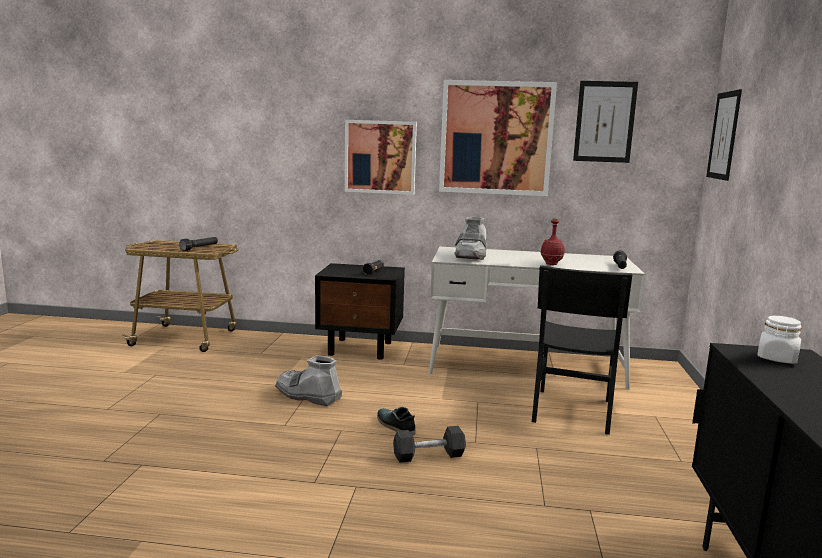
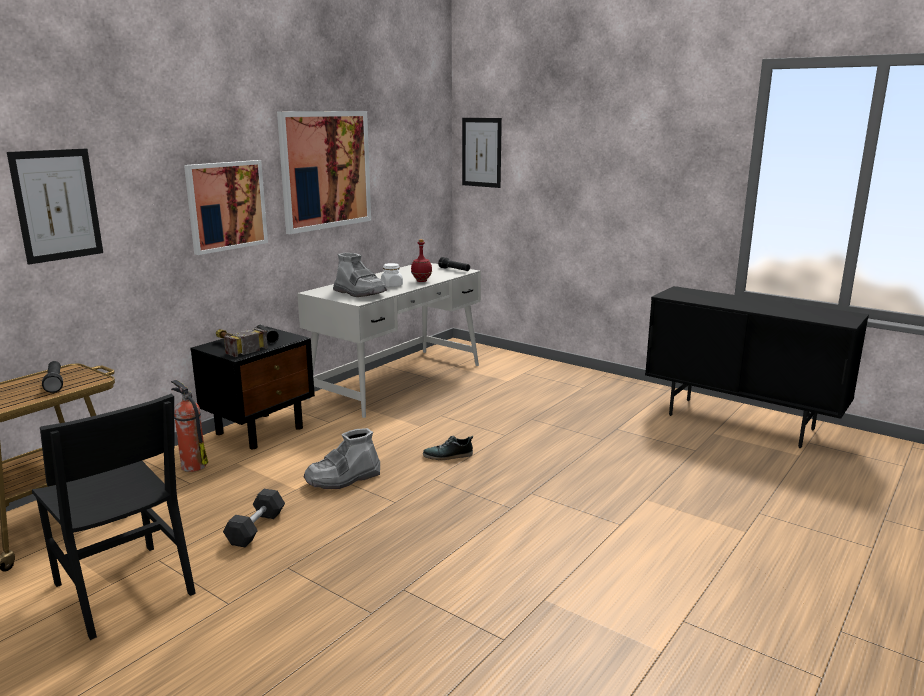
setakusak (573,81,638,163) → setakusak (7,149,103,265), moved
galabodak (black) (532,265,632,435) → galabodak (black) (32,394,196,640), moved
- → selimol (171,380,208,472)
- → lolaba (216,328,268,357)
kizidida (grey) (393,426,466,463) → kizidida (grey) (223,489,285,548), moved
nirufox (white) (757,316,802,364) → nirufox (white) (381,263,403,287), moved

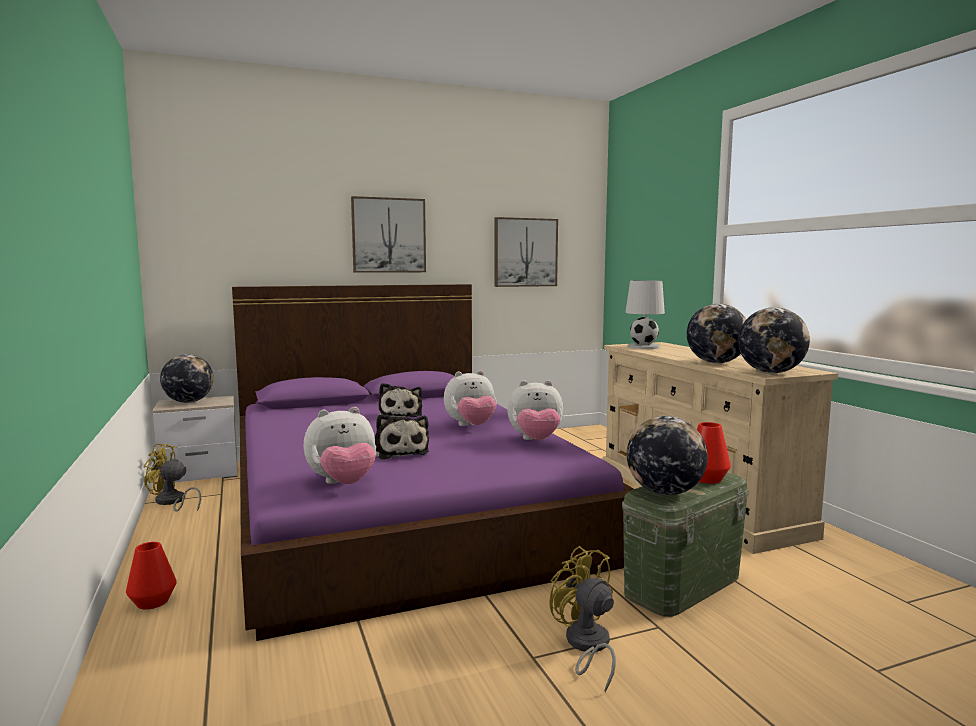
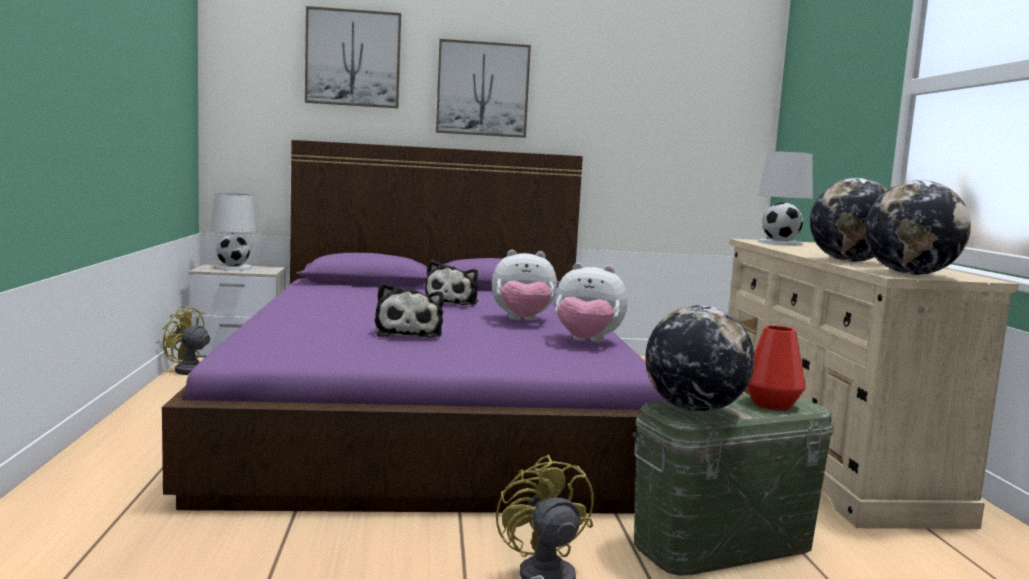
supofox (160,354,214,403) → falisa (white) (211,193,256,271)
setakusak (494,217,558,287) → setakusak (305,6,401,108), moved
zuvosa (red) (126,542,177,610) → -
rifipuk (303,407,376,484) → -

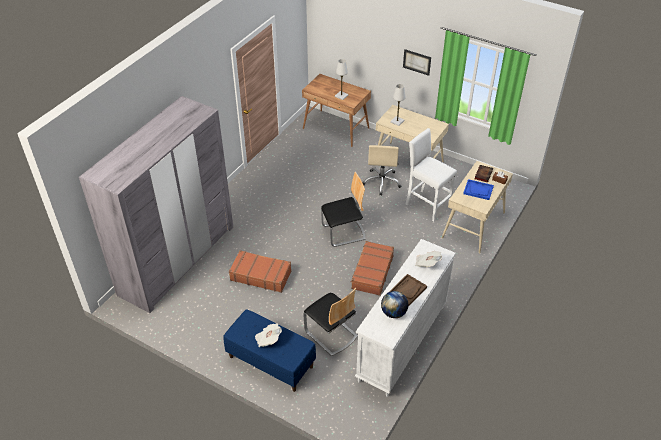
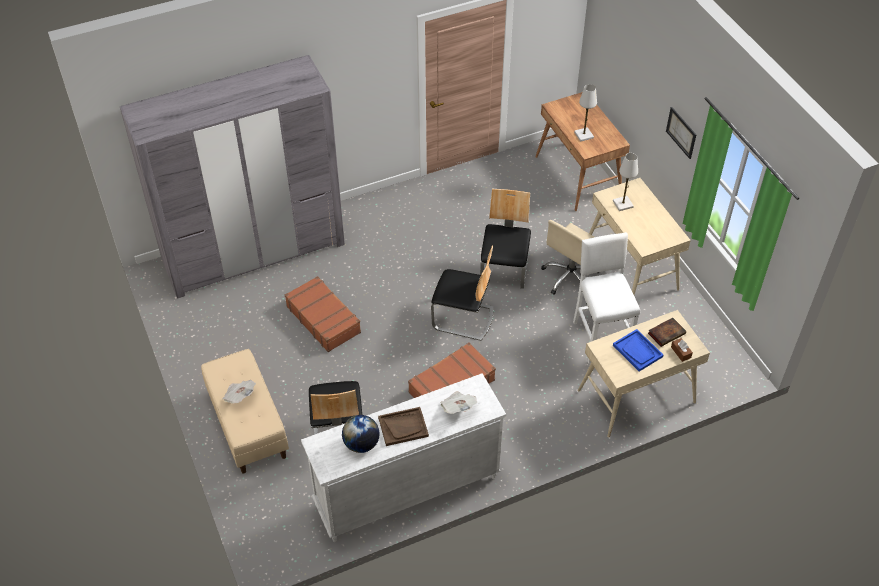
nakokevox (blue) (223,309,316,392) → nakokevox (beige) (201,349,289,474)
- → galabodak (480,189,531,289)

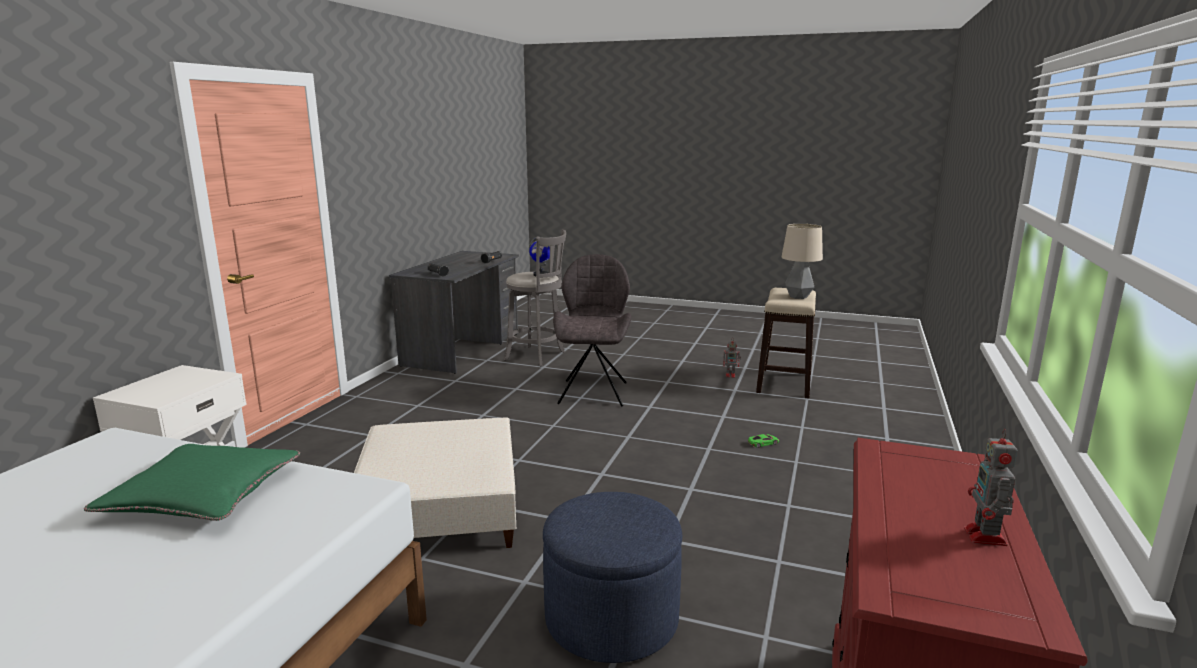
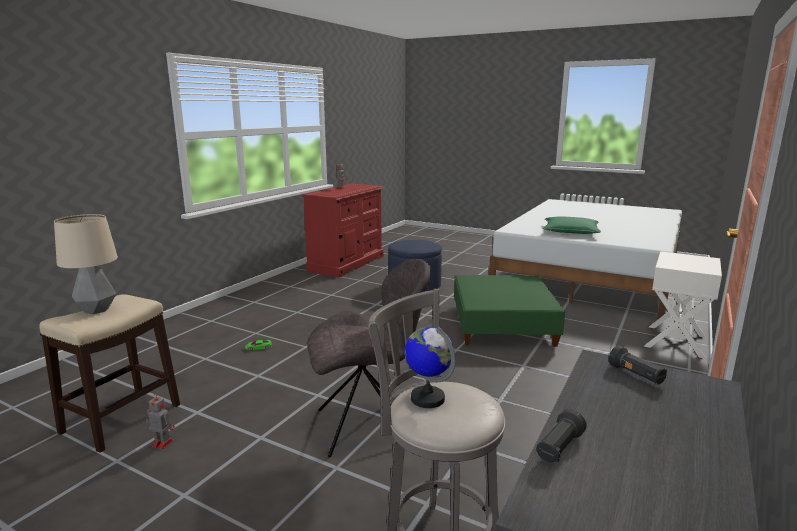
galabodak (grey) (553,254,631,407) → galabodak (grey) (307,258,431,457), 120 degrees counterclockwise
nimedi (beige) (354,418,516,548) → nimedi (green) (454,275,566,347)

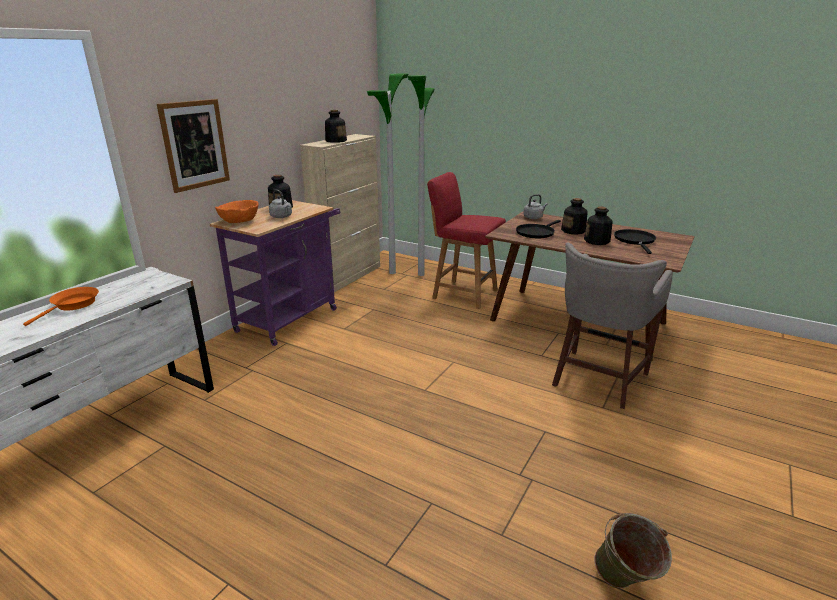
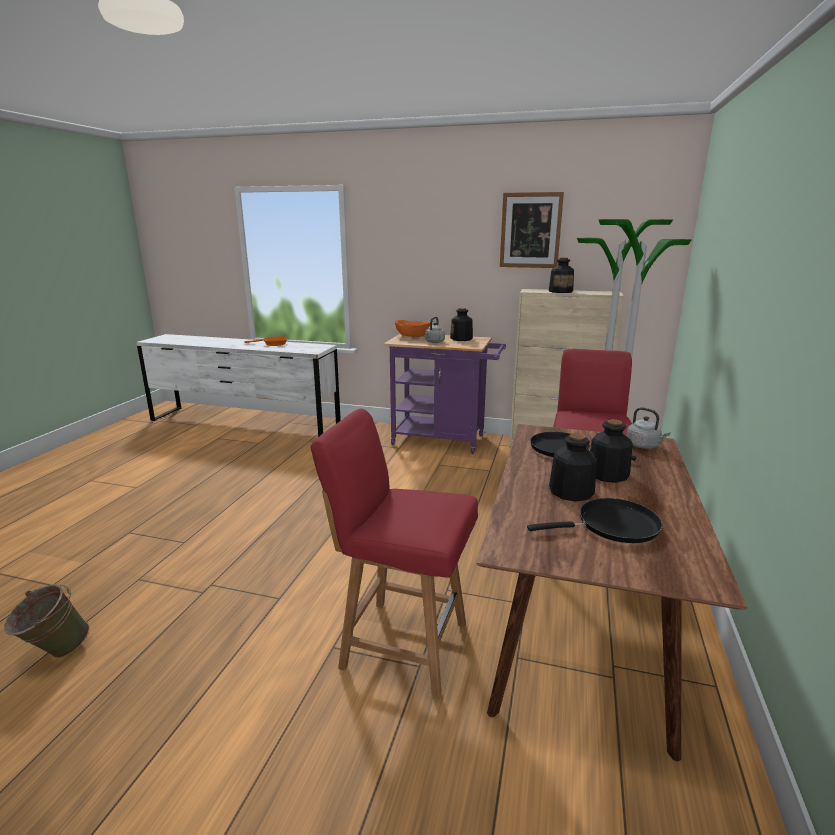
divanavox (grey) (552,242,673,409) → galabodak (red) (311,409,478,697)
setakusak (157,99,230,193) → setakusak (500,192,564,268), moved

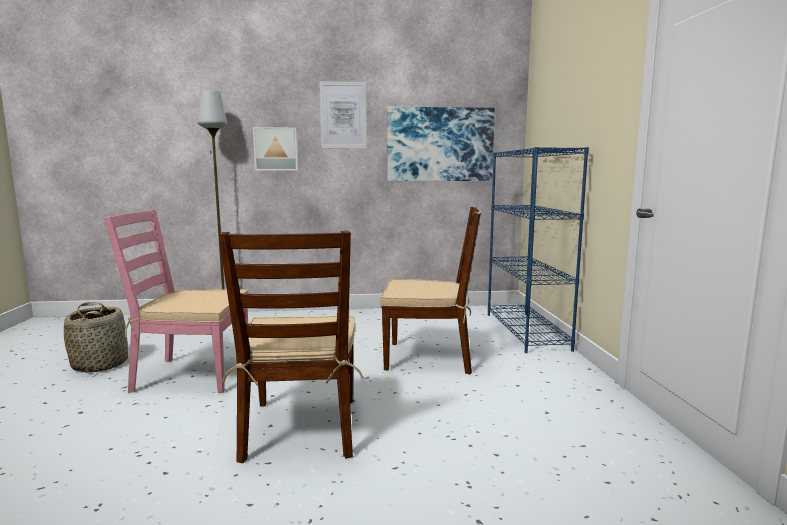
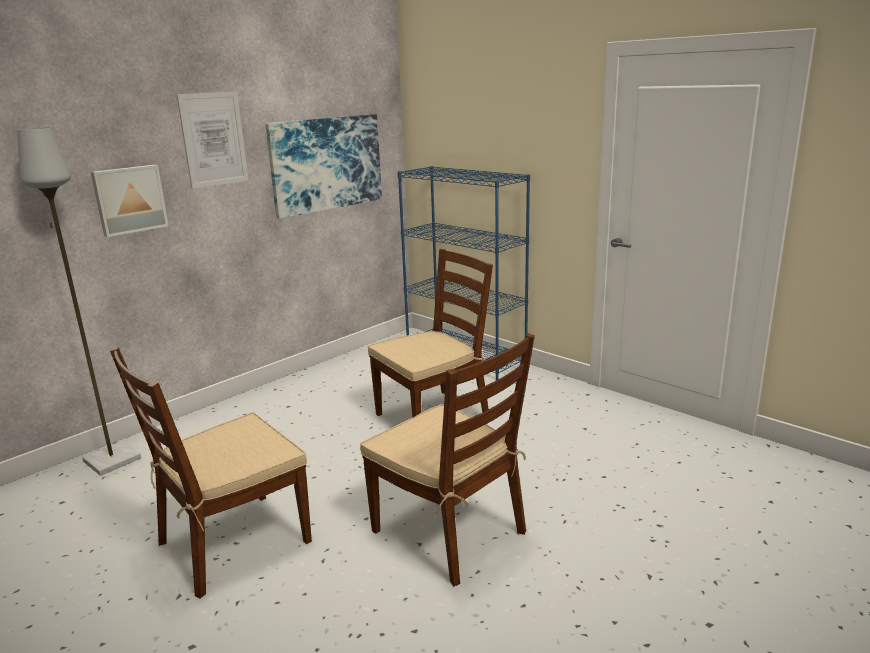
galabodak (pink) (104,210,248,393) → galabodak (brown) (110,347,312,599)
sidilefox (64,302,128,372) → -

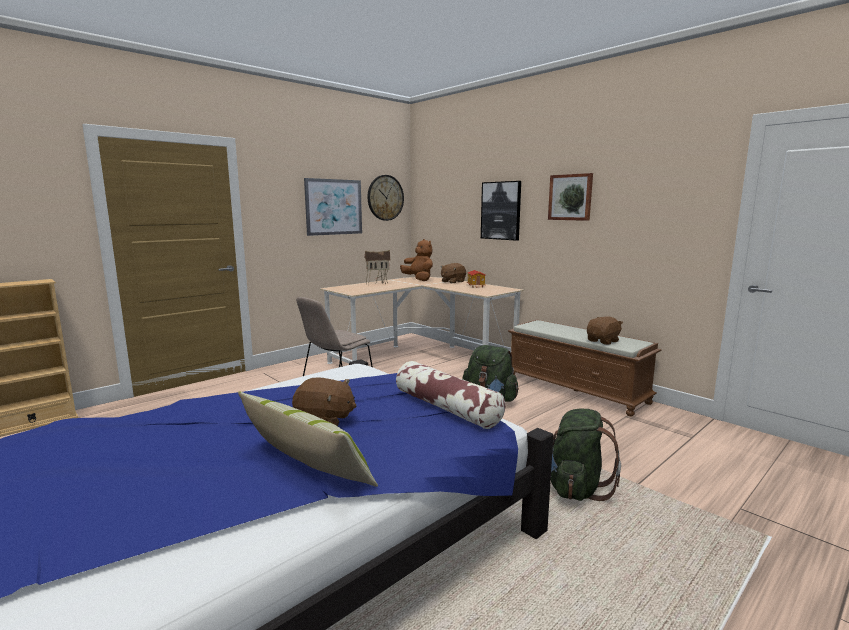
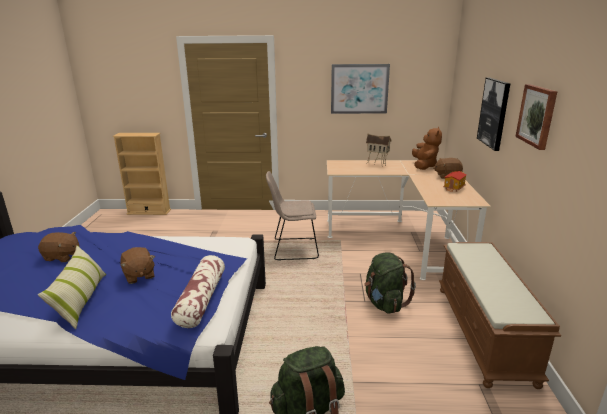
rifipuk (brown) (587,316,623,345) → rifipuk (brown) (38,232,80,262), moved
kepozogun (367,175,404,221) → -

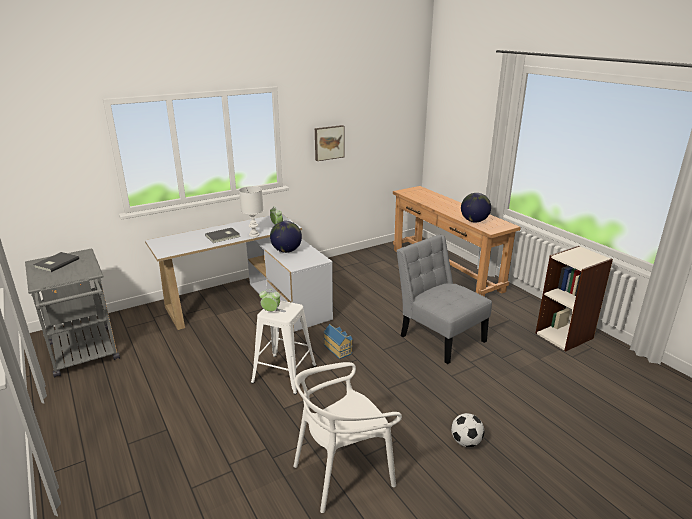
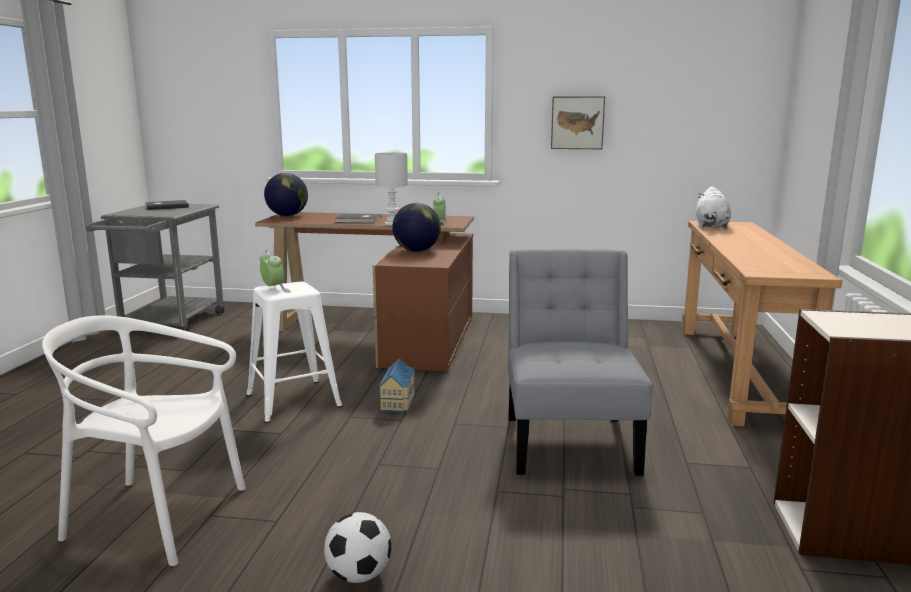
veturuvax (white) (145,214,333,332) → veturuvax (brown) (255,212,474,372)
supofox (461,193,491,222) → supofox (264,173,308,216), moved
- → rifipuk (white) (696,186,731,228)

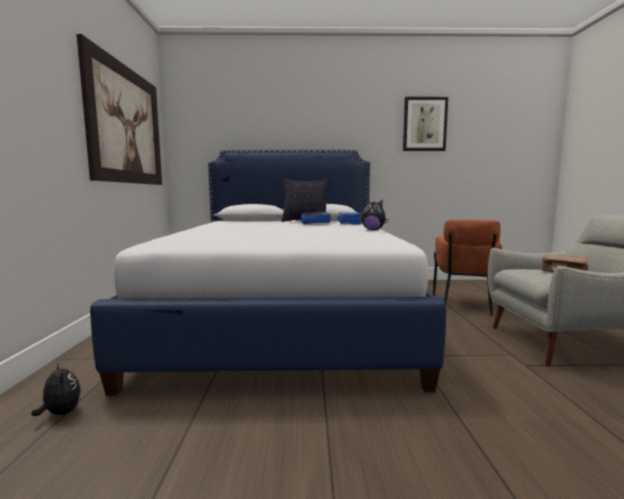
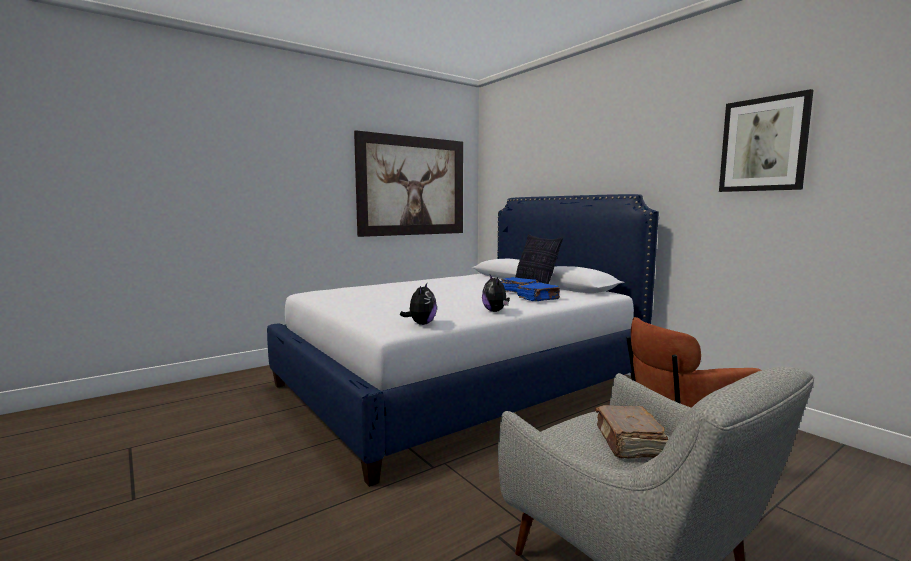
rifipuk (31,362,81,416) → rifipuk (400,283,437,325), moved

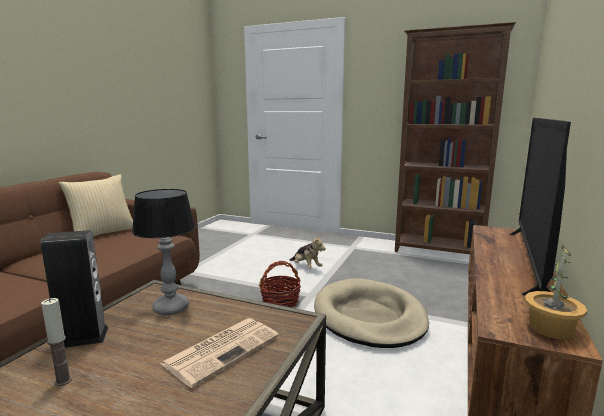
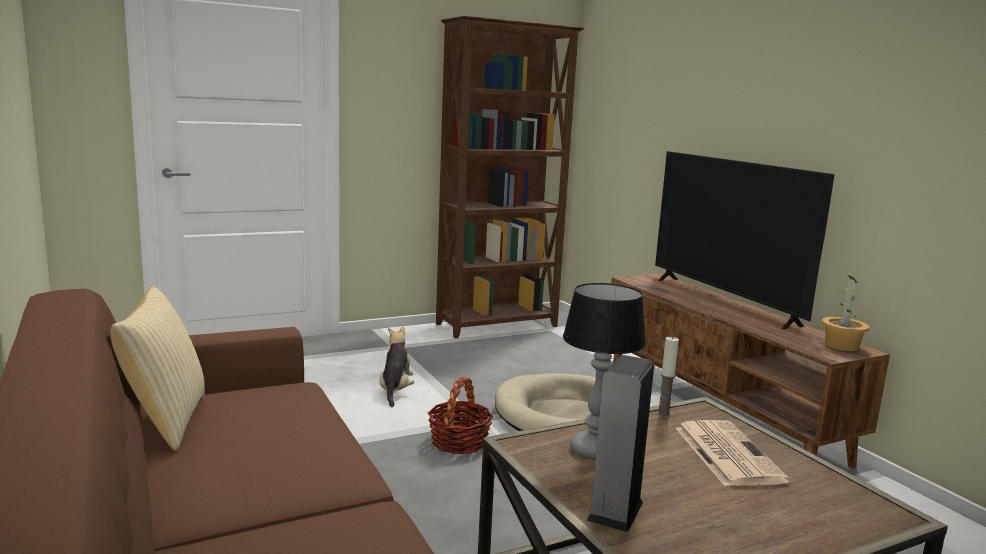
rifipuk (290,235,326,269) → rifipuk (379,327,414,407), 90 degrees counterclockwise
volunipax (41,298,72,386) → volunipax (657,336,679,418), moved

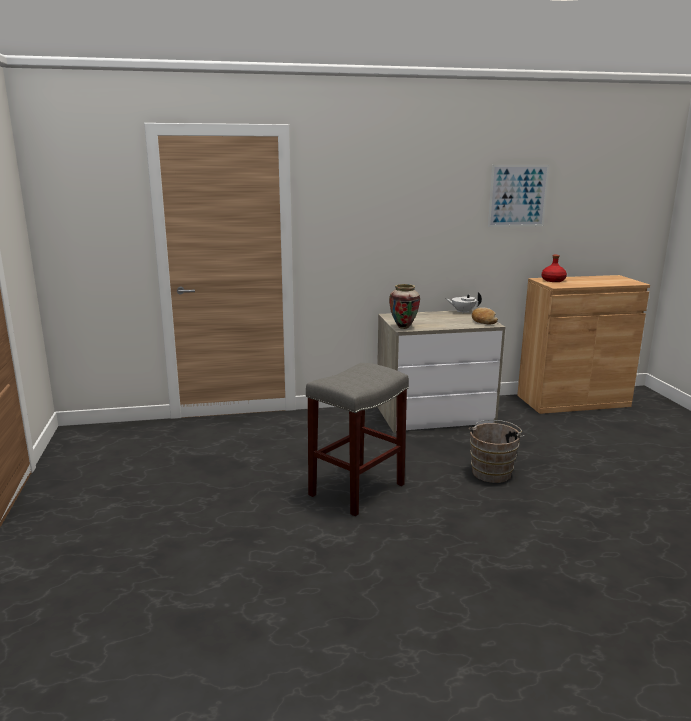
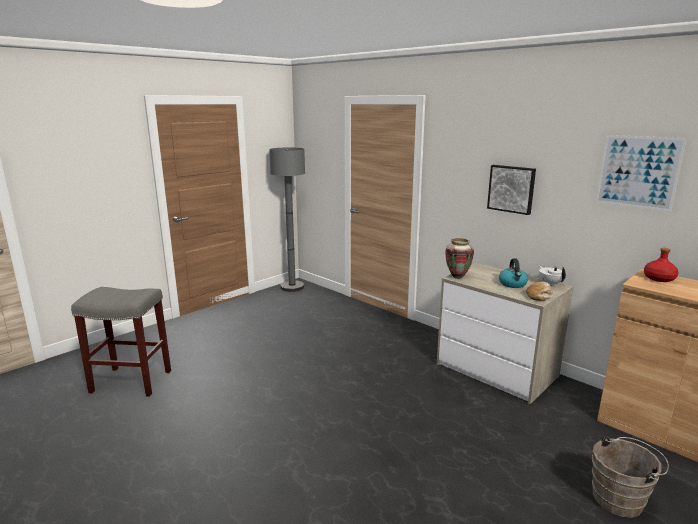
divanavox (grey) (306,363,409,516) → divanavox (grey) (71,287,171,397), moved
- → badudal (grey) (269,147,305,292)
- → setakusak (487,165,536,215)
- → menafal (499,258,528,288)
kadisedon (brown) (469,420,525,483) → kadisedon (brown) (592,436,669,518), moved

